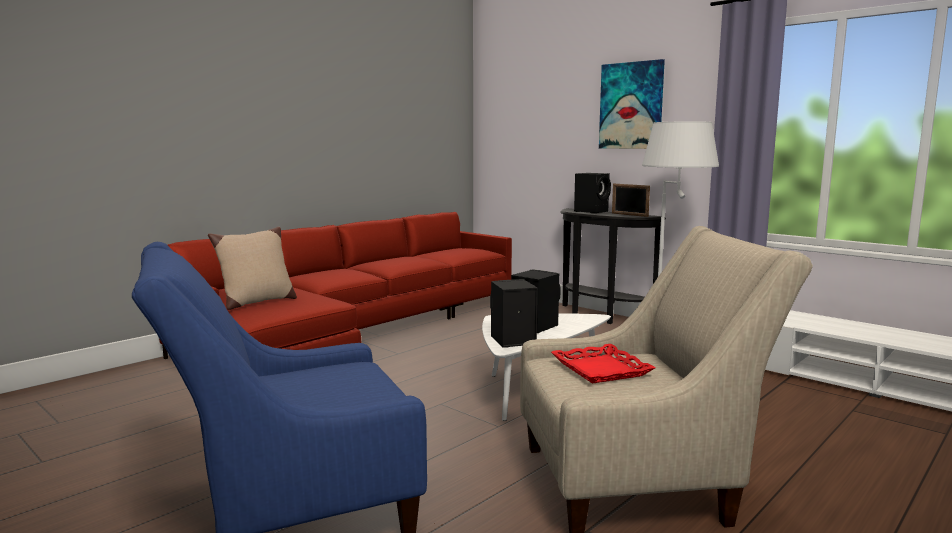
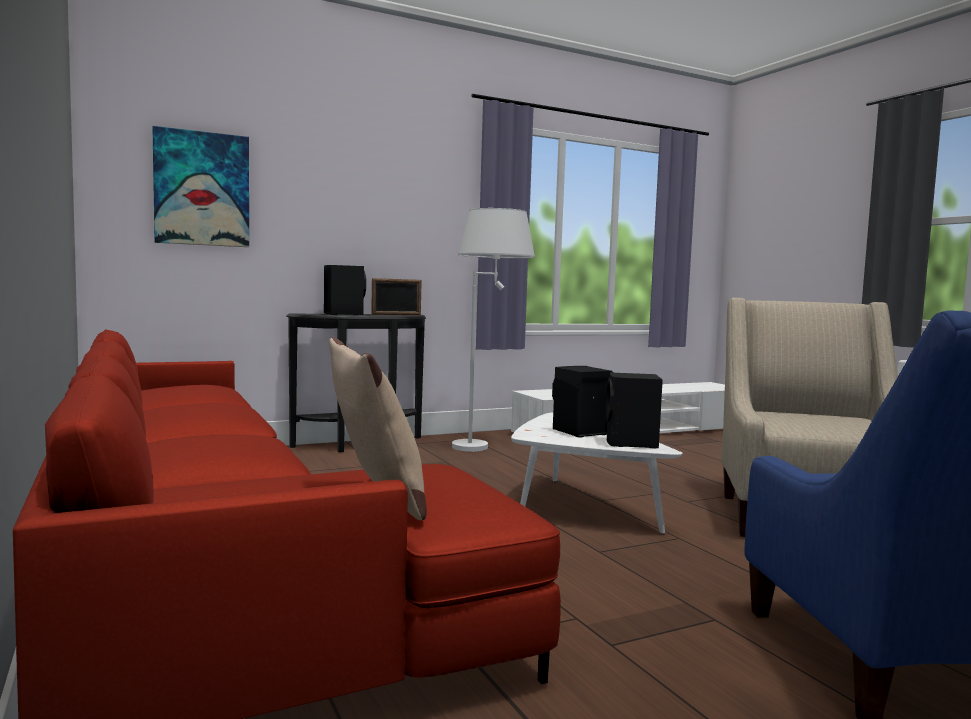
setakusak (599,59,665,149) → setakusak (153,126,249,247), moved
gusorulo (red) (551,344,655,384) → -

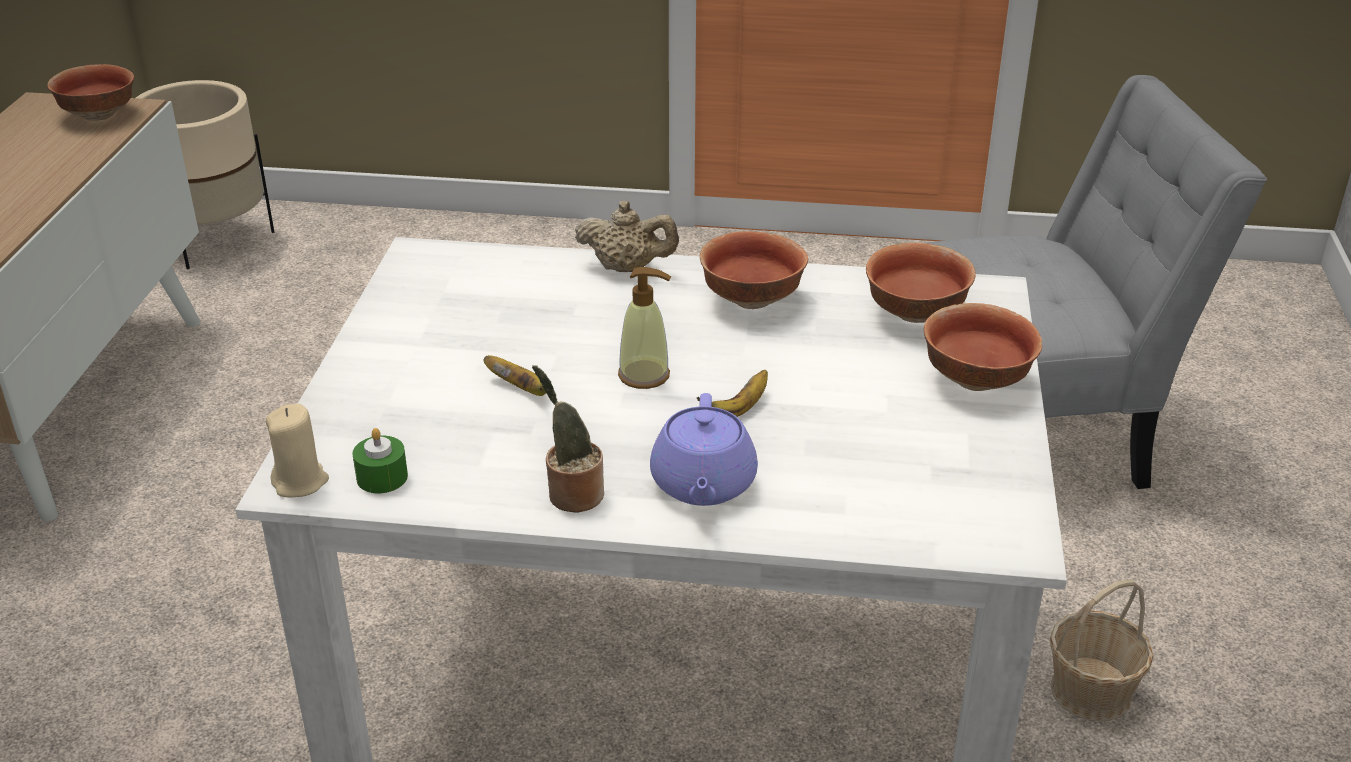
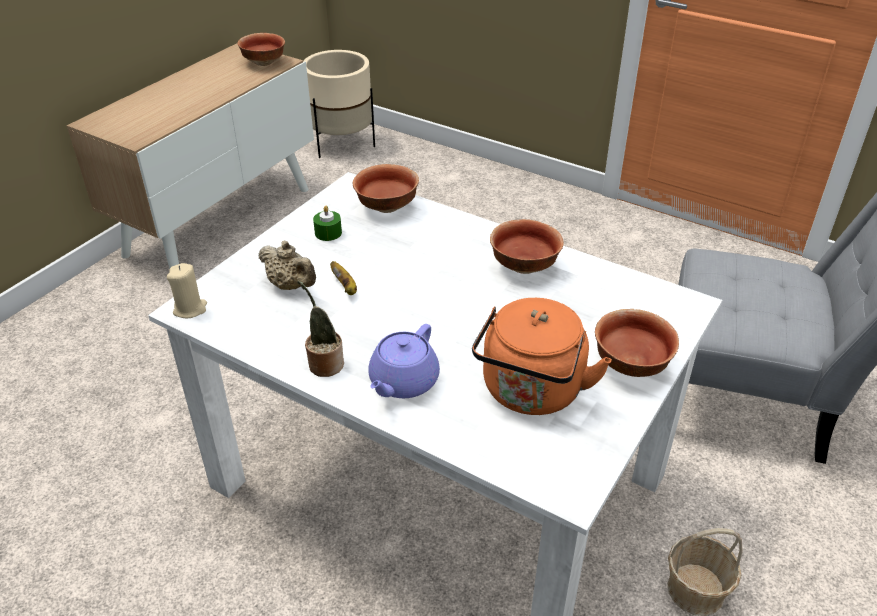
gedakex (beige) (575,201,679,272) → gedakex (beige) (258,241,316,290), moved
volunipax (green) (353,428,408,493) → volunipax (green) (313,205,342,241), moved
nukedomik (866,243,976,323) → nukedomik (353,164,419,213), moved
- → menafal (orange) (472,298,612,415)
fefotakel (618,267,671,389) → -
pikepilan (697,370,768,417) → -

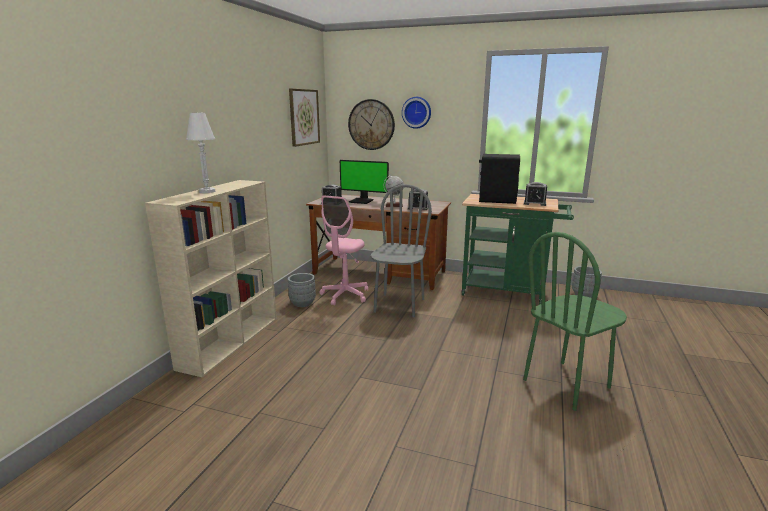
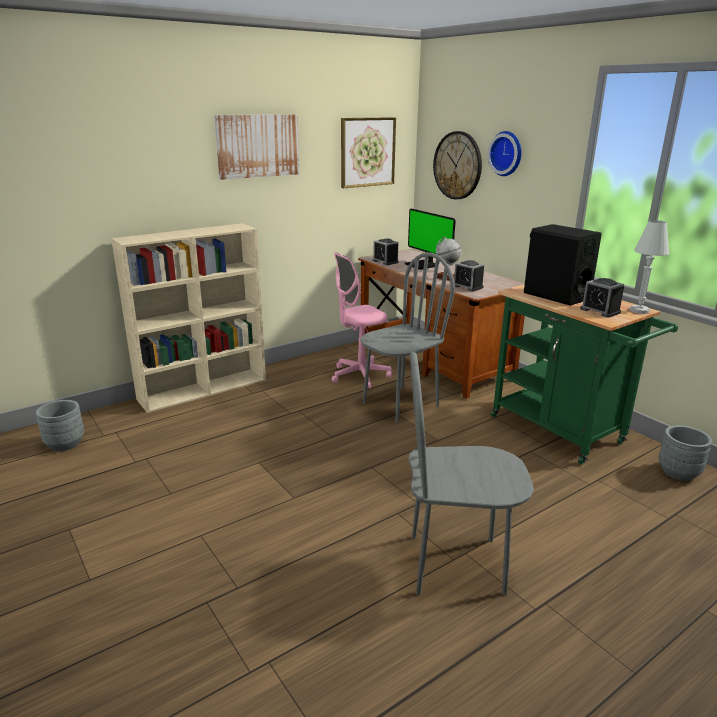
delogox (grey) (288,273,316,307) → delogox (grey) (36,400,84,451), moved
- → setakusak (214,114,299,180)
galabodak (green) (523,232,627,411) → galabodak (grey) (409,352,534,595)
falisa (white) (186,113,215,193) → falisa (white) (630,220,669,314), moved

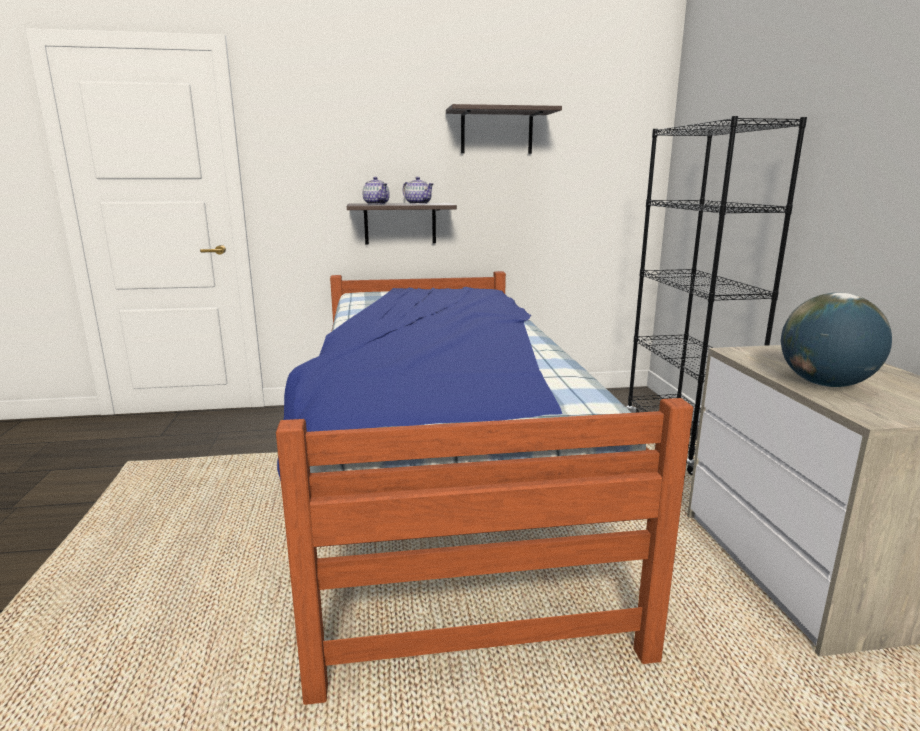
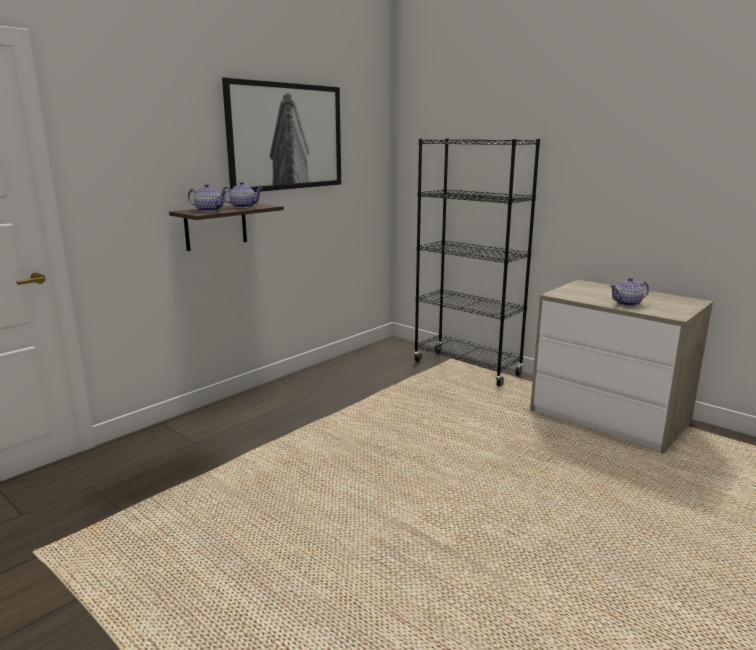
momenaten (446,104,562,154) → setakusak (222,77,341,192)
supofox (781,293,892,387) → gedakex (610,278,649,306)
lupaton (276,271,693,705) → -

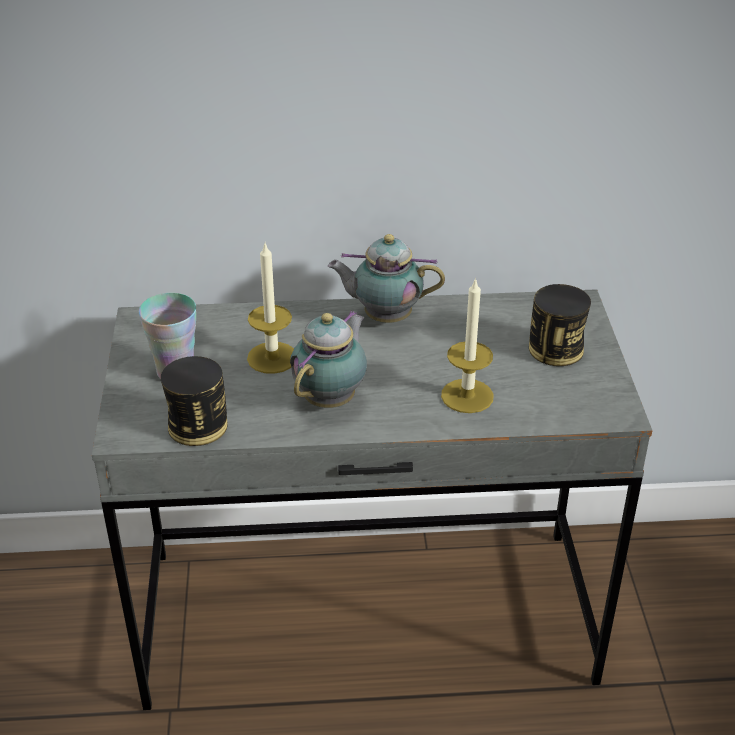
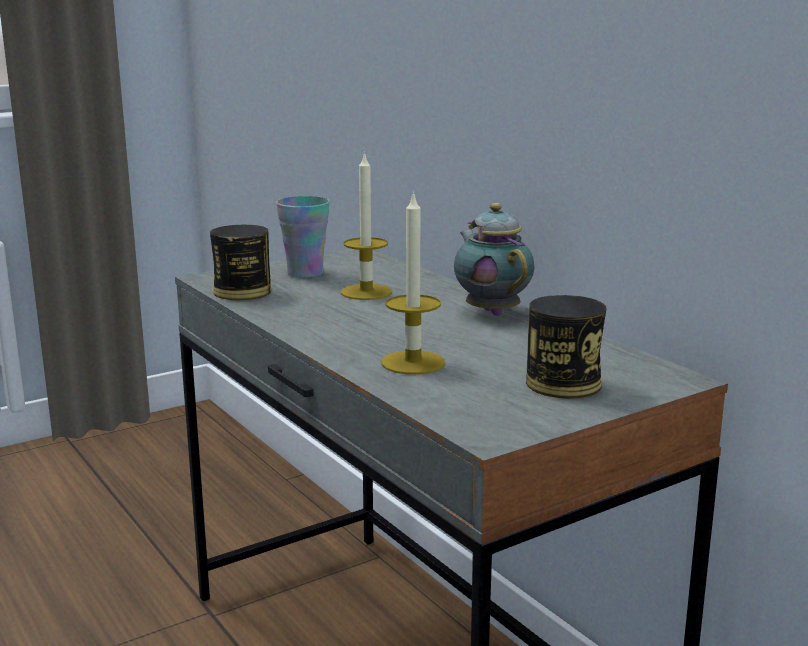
gedakex (290,311,367,408) → -

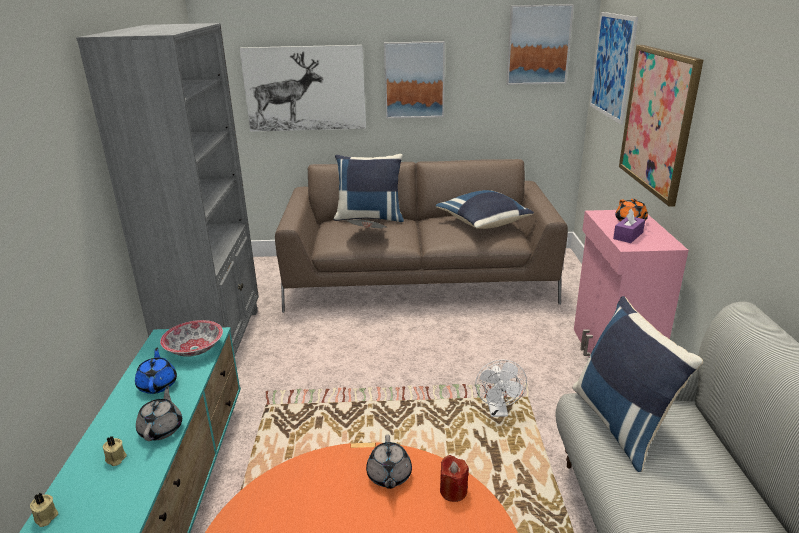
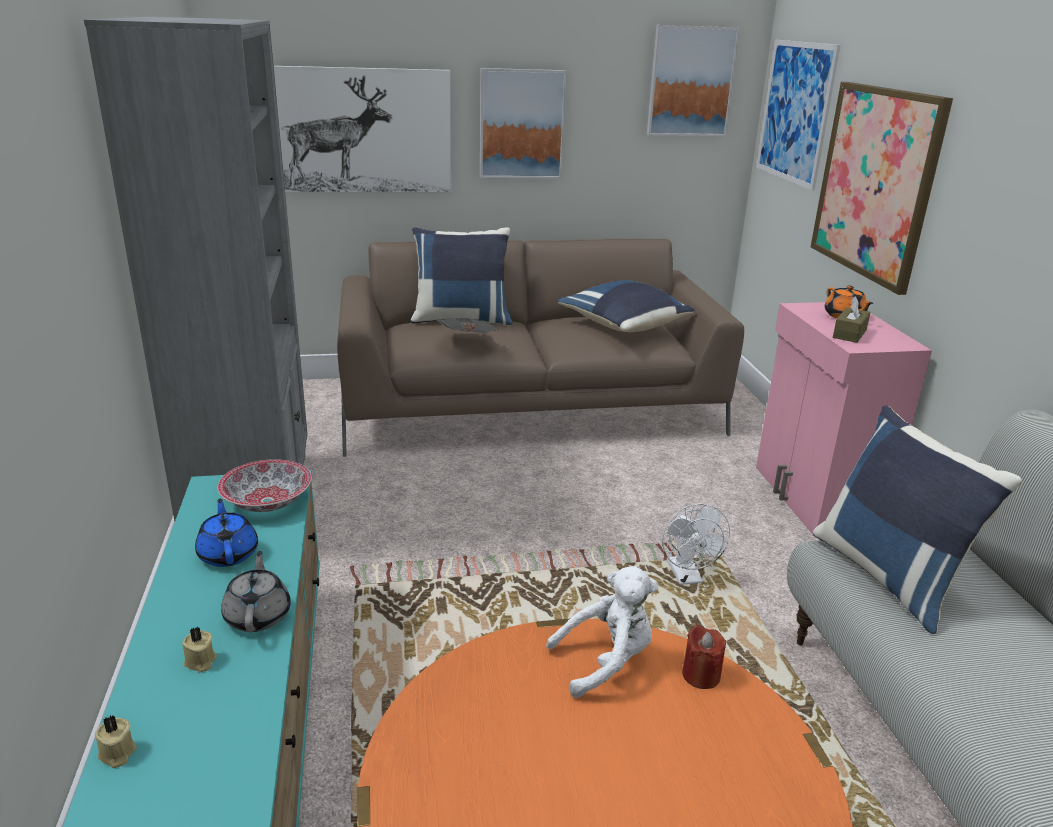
gedakex (grey) (366,435,412,489) → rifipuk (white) (546,566,658,698)
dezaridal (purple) (613,209,645,243) → dezaridal (brown) (833,296,871,343)

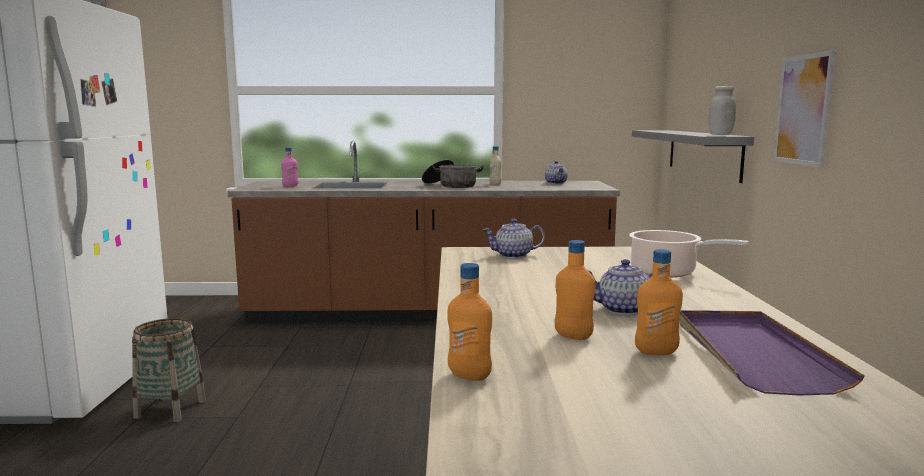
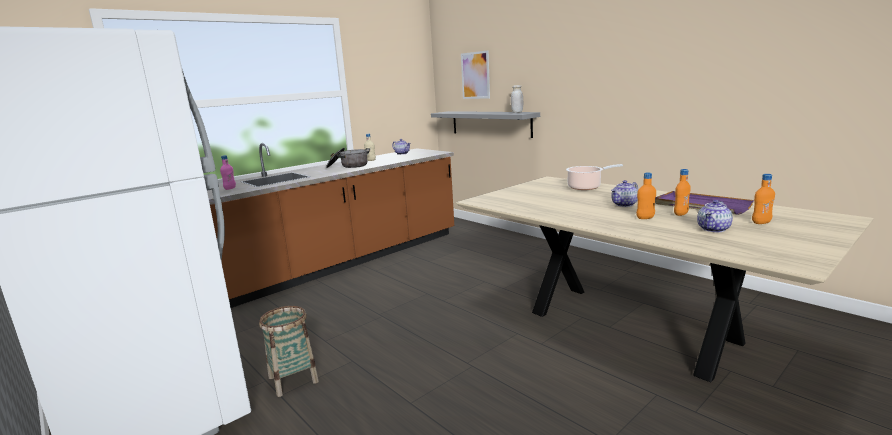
setakusak (773,50,836,168) → setakusak (461,50,490,99), moved
gedakex (483,219,545,258) → gedakex (697,200,733,232), moved
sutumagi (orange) (448,263,492,381) → sutumagi (orange) (752,174,775,224), moved

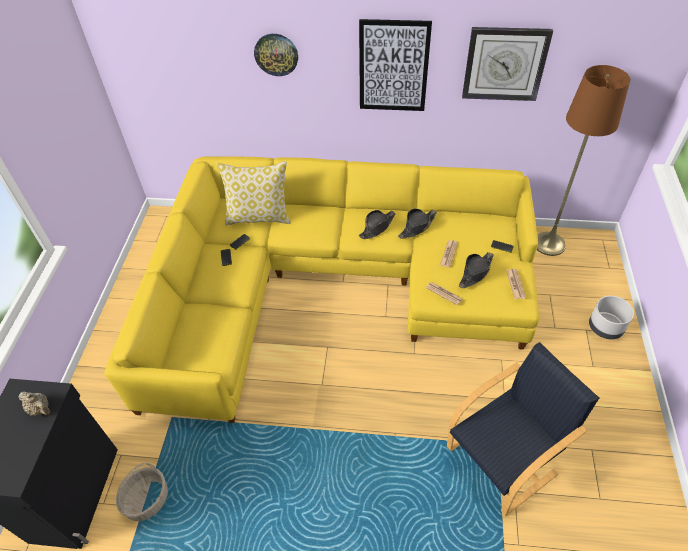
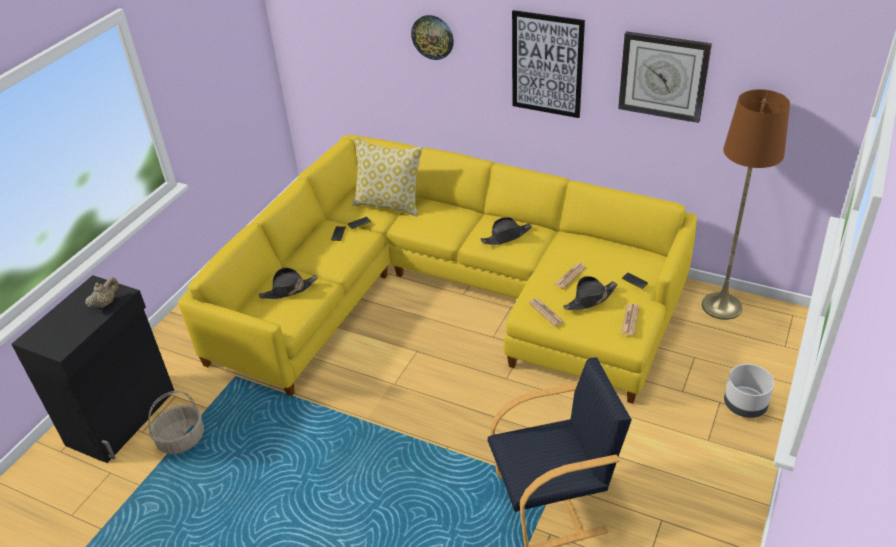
gedakex (beige) (19,391,50,416) → gedakex (beige) (85,277,119,308), 105 degrees counterclockwise
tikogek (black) (398,209,437,239) → tikogek (black) (259,268,318,299), moved

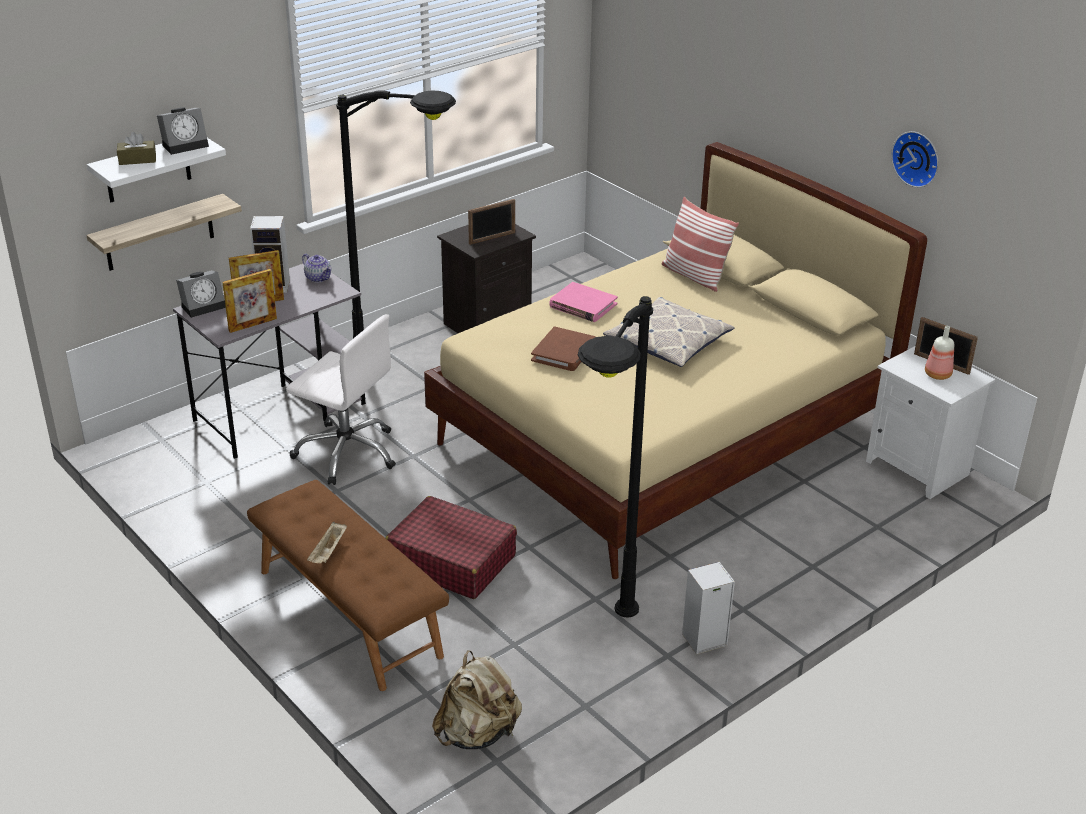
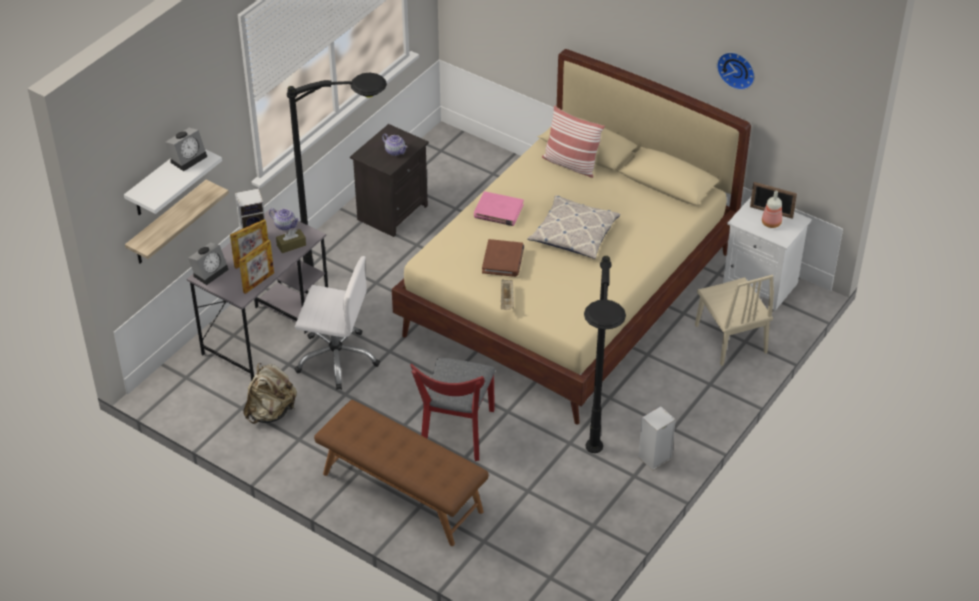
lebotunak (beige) (432,650,522,749) → lebotunak (beige) (243,363,297,424), moved
dezaridal (brown) (117,132,156,165) → dezaridal (brown) (276,229,306,253), moved
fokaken (468,199,515,245) → gedakex (382,133,407,156)
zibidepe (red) (385,496,517,599) → galabodak (red) (410,358,495,461)
gusorulo (beige) (307,521,347,563) → gusorulo (beige) (501,279,514,310), moved
- → galabodak (beige) (695,275,774,366)

